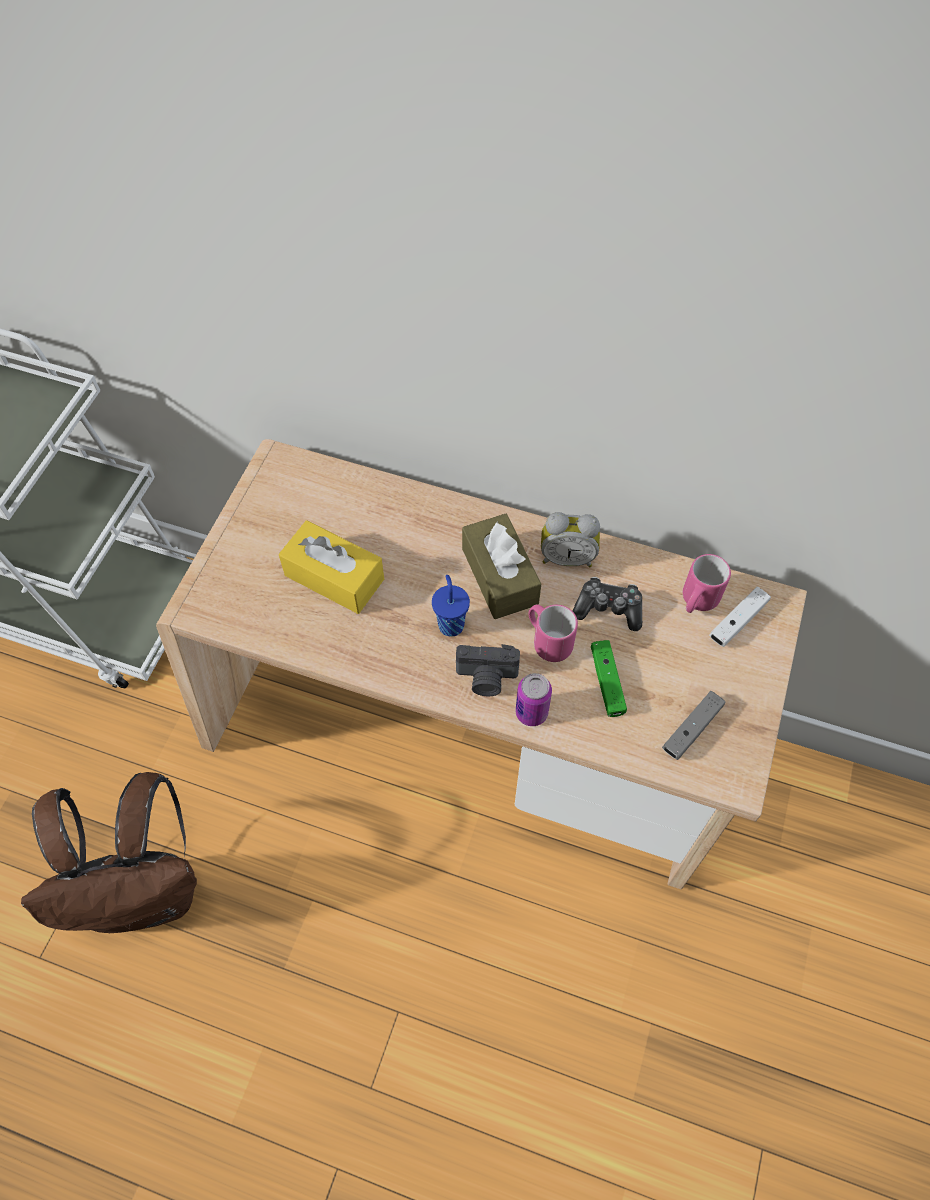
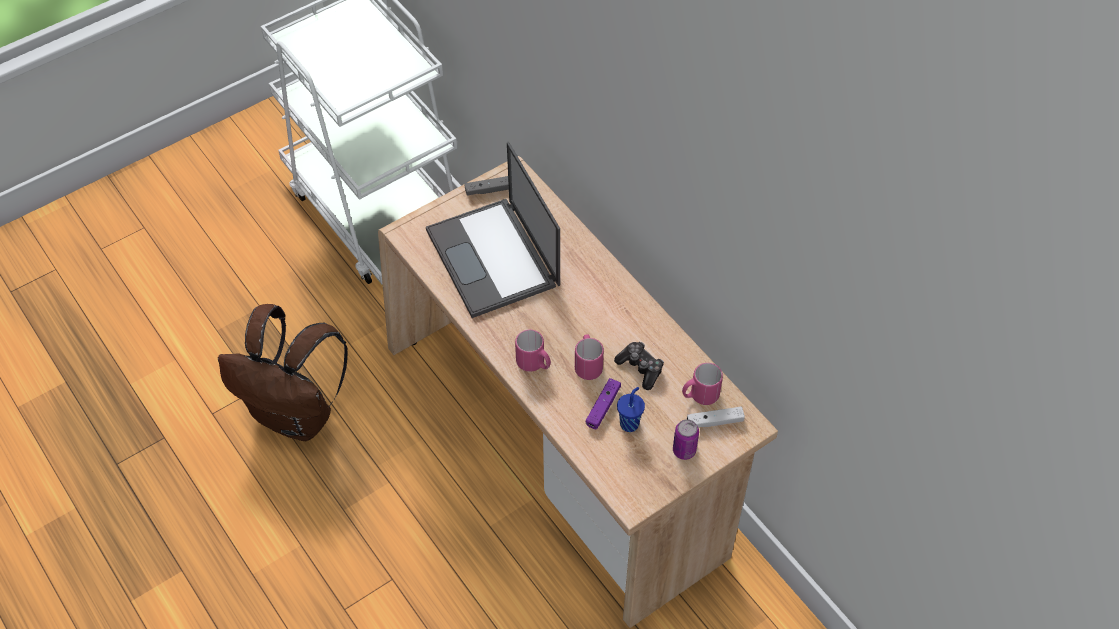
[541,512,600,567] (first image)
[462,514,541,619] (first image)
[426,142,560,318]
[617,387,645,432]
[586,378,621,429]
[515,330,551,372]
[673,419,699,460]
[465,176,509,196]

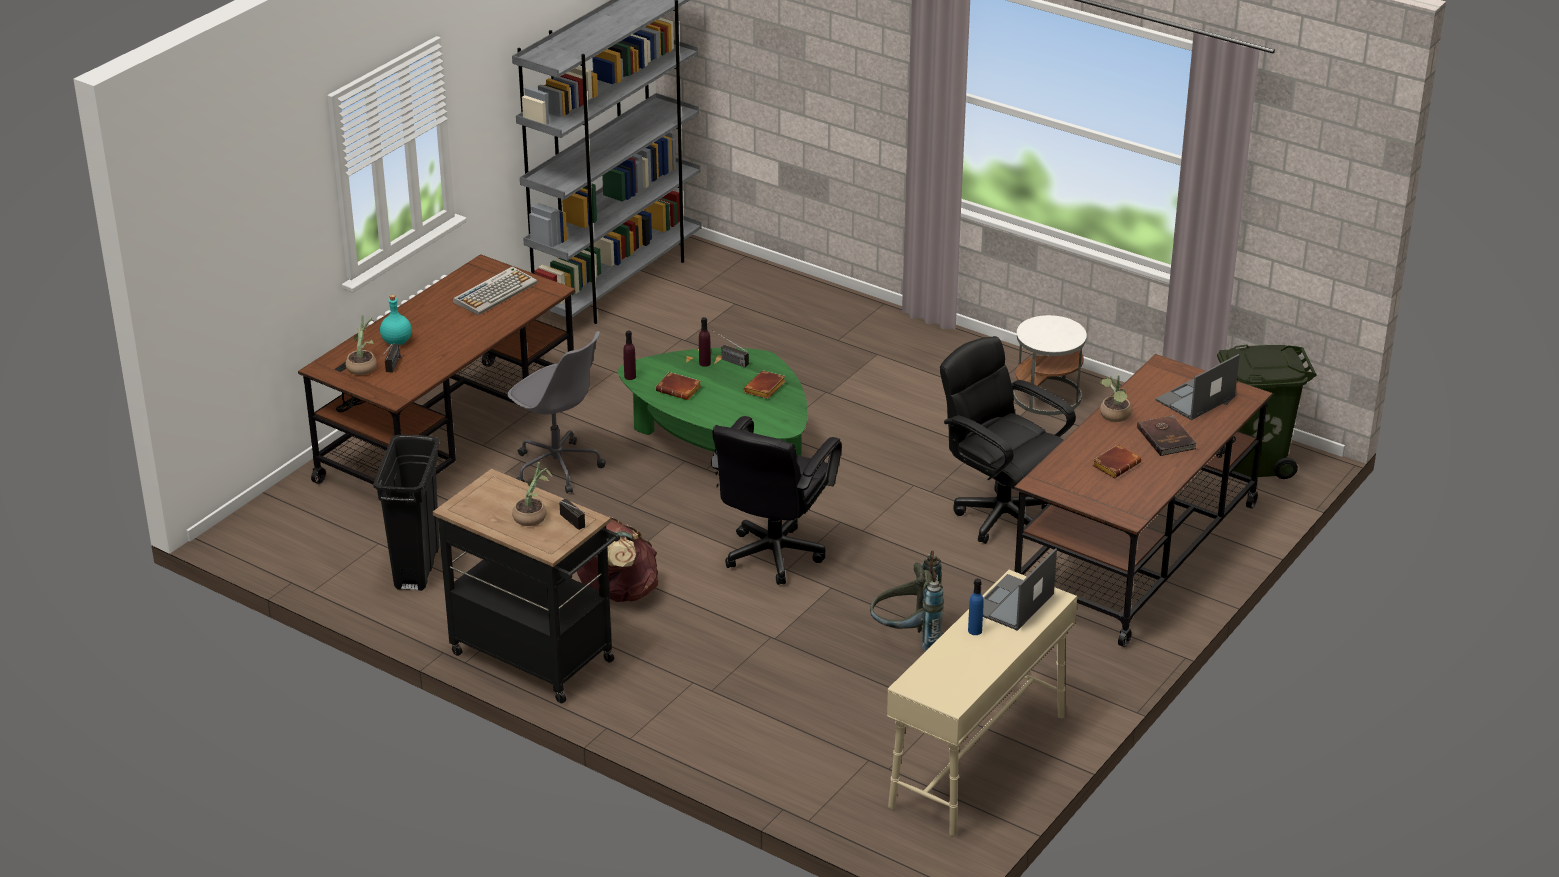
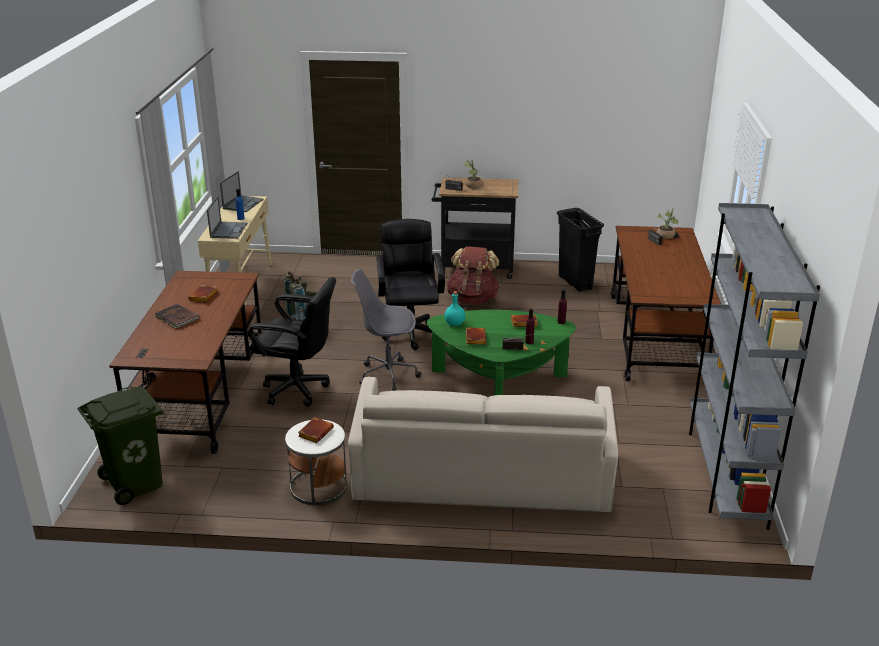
[453,267,537,315] (first image)
[445,291,465,326]
[351,269,421,391]
[220,171,264,212]
[1100,374,1132,422] (first image)
[348,377,618,512]
[298,417,334,443]

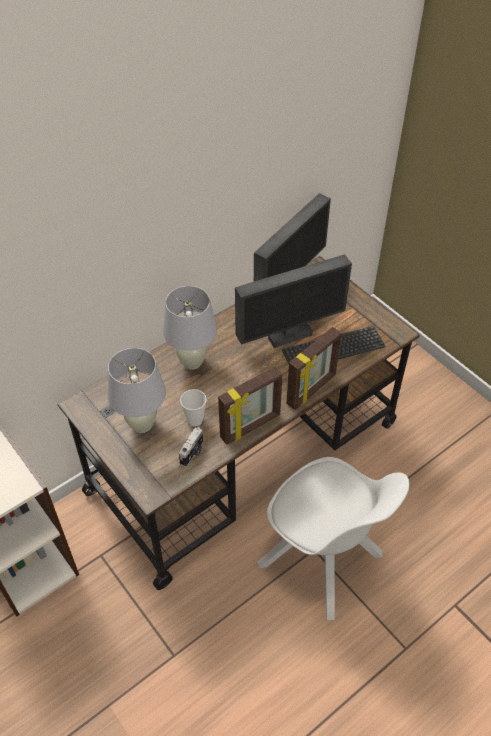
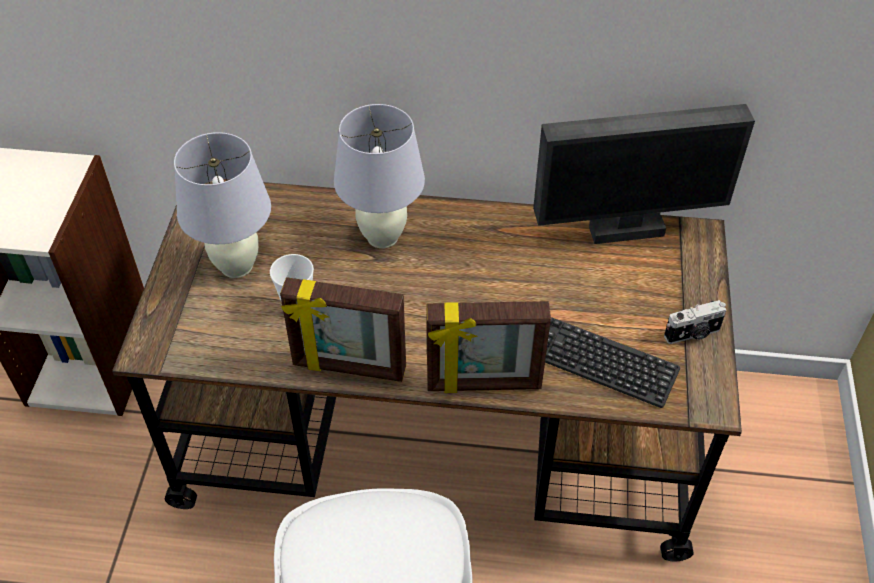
[235,254,352,348] (first image)
[664,300,726,344]

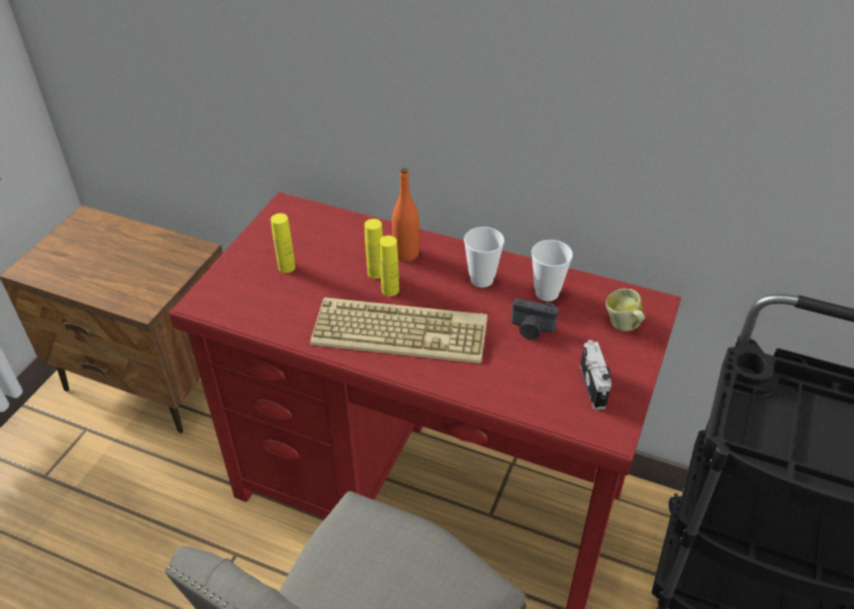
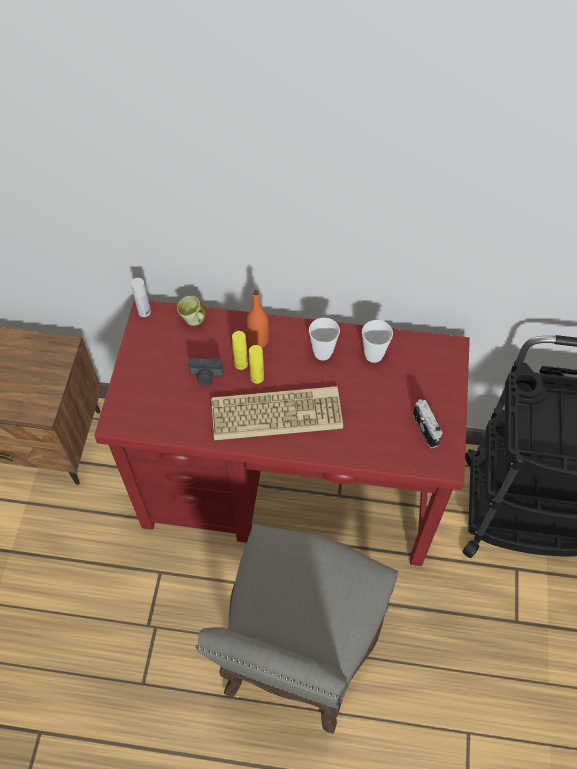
[271,213,296,273] (first image)
[177,296,206,326]
[188,357,223,386]
[131,278,151,317]

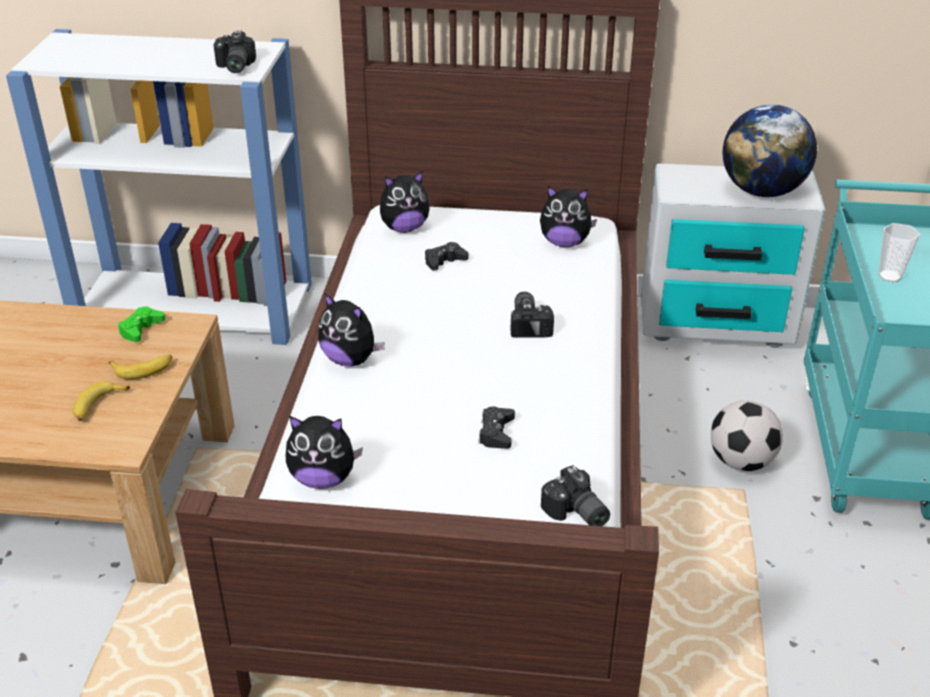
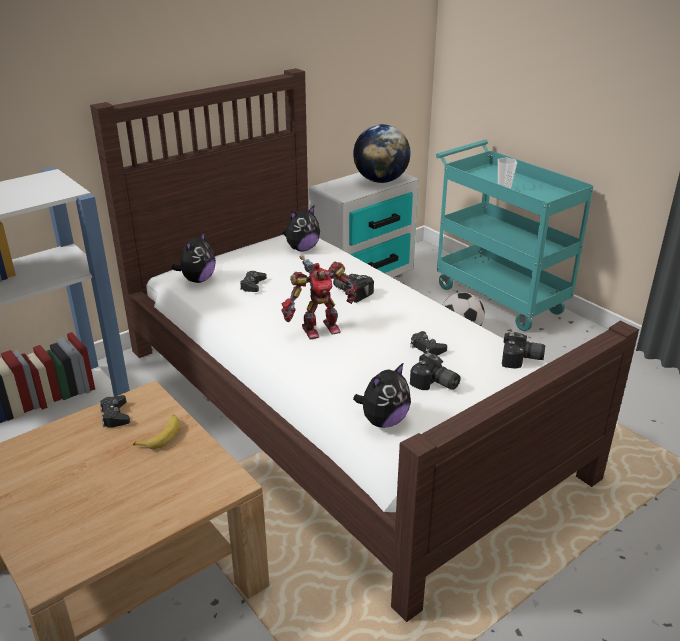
[410,352,461,390]
[318,293,385,366] (first image)
[100,395,130,428]
[73,381,130,421] (first image)
[281,256,357,340]

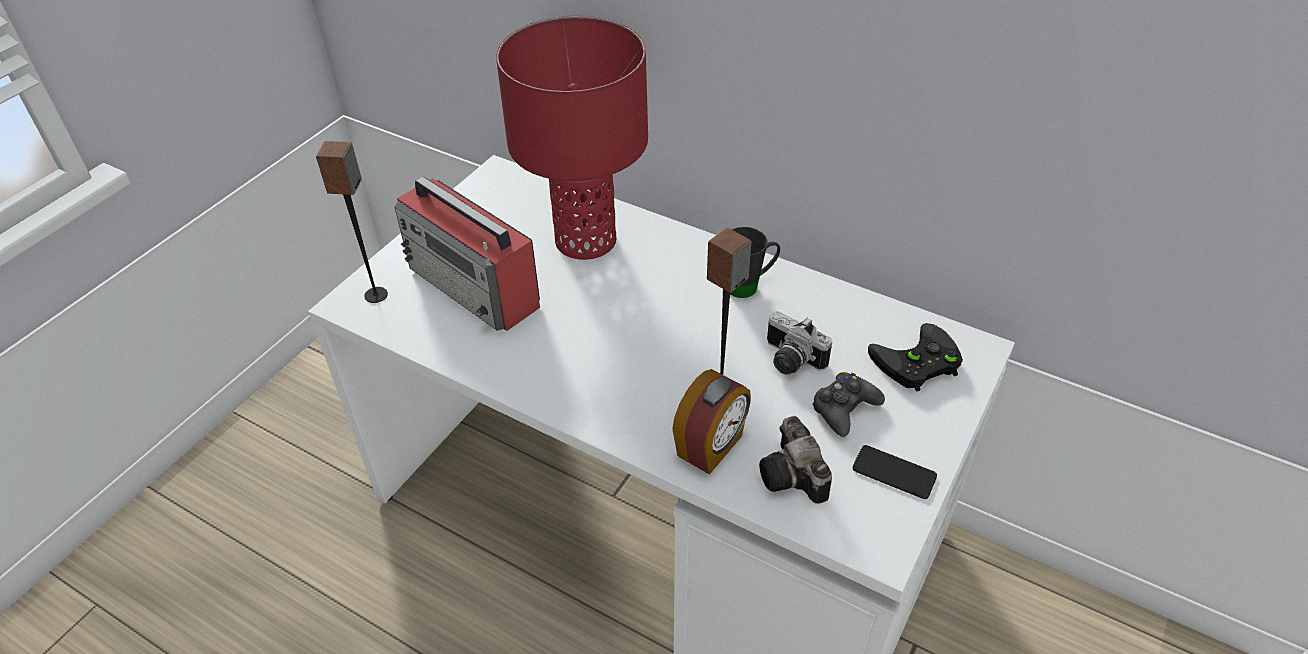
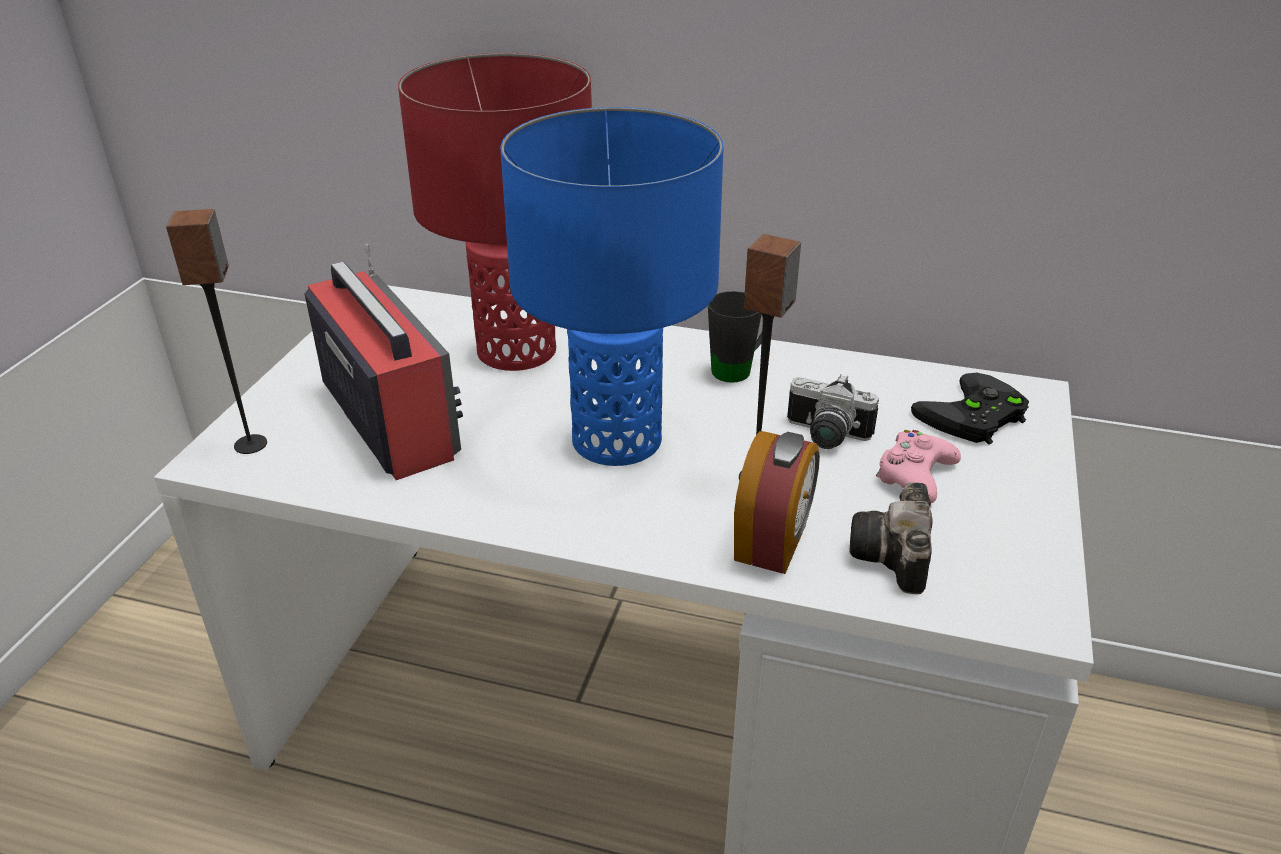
[304,244,463,480]
[876,430,961,503]
[849,483,933,594]
[853,445,937,499] (first image)
[500,107,724,466]

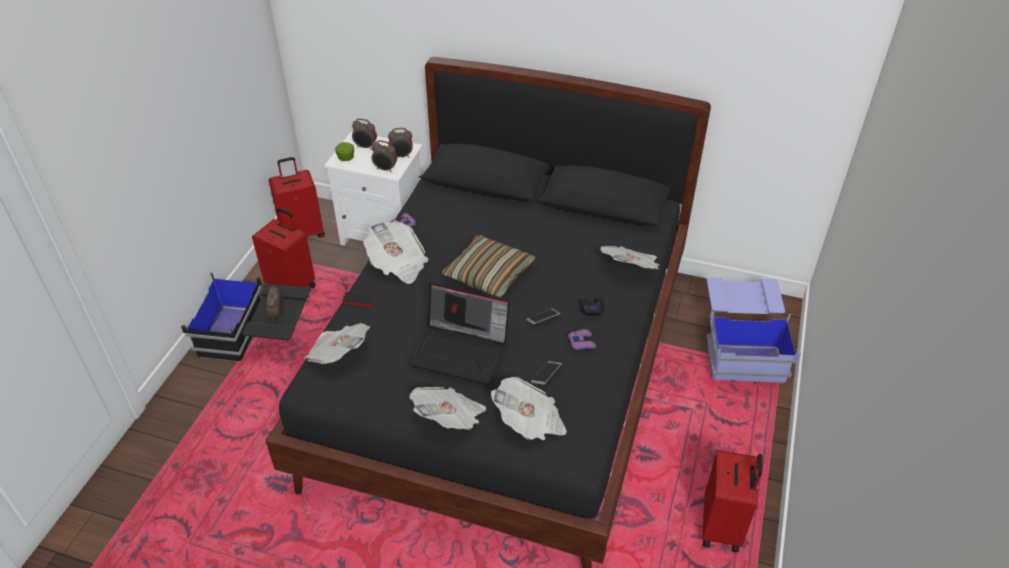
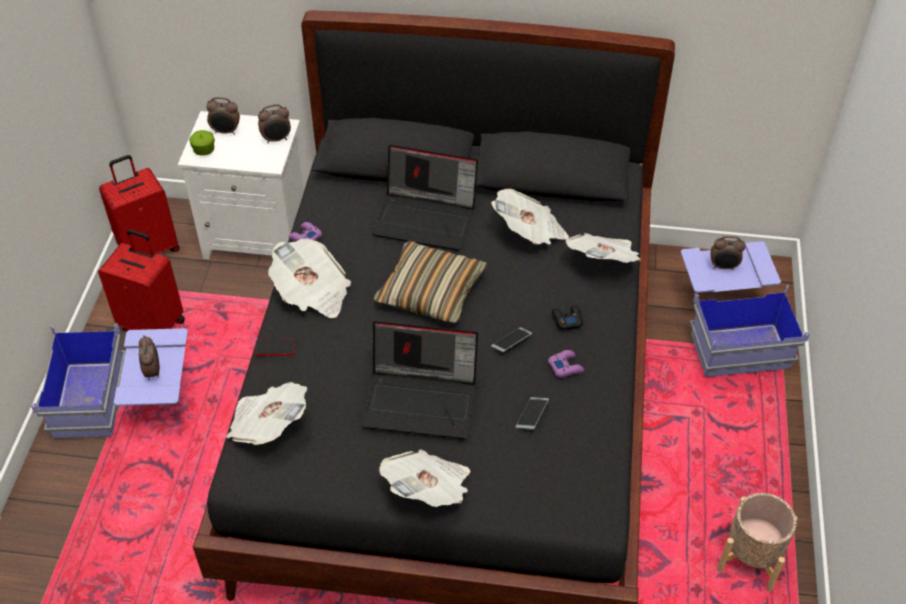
[711,236,746,270]
[31,323,188,439]
[491,189,569,245]
[717,493,797,591]
[372,145,478,251]

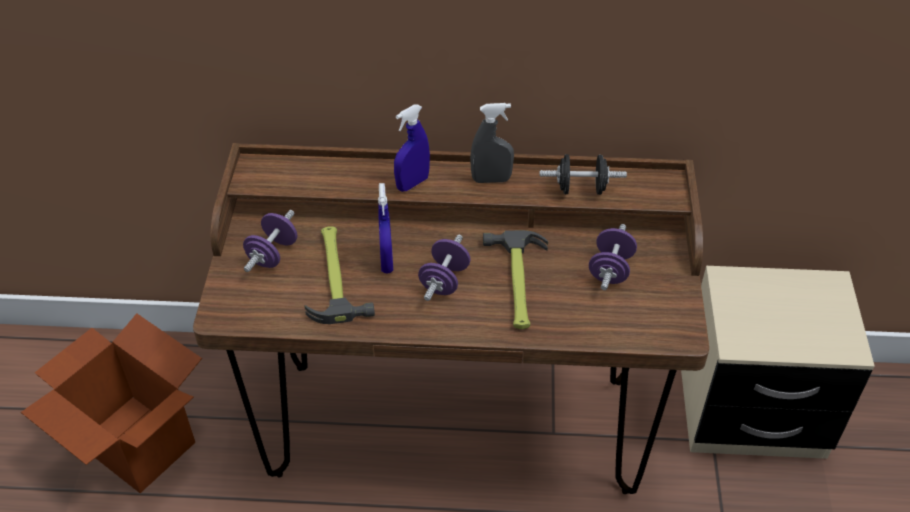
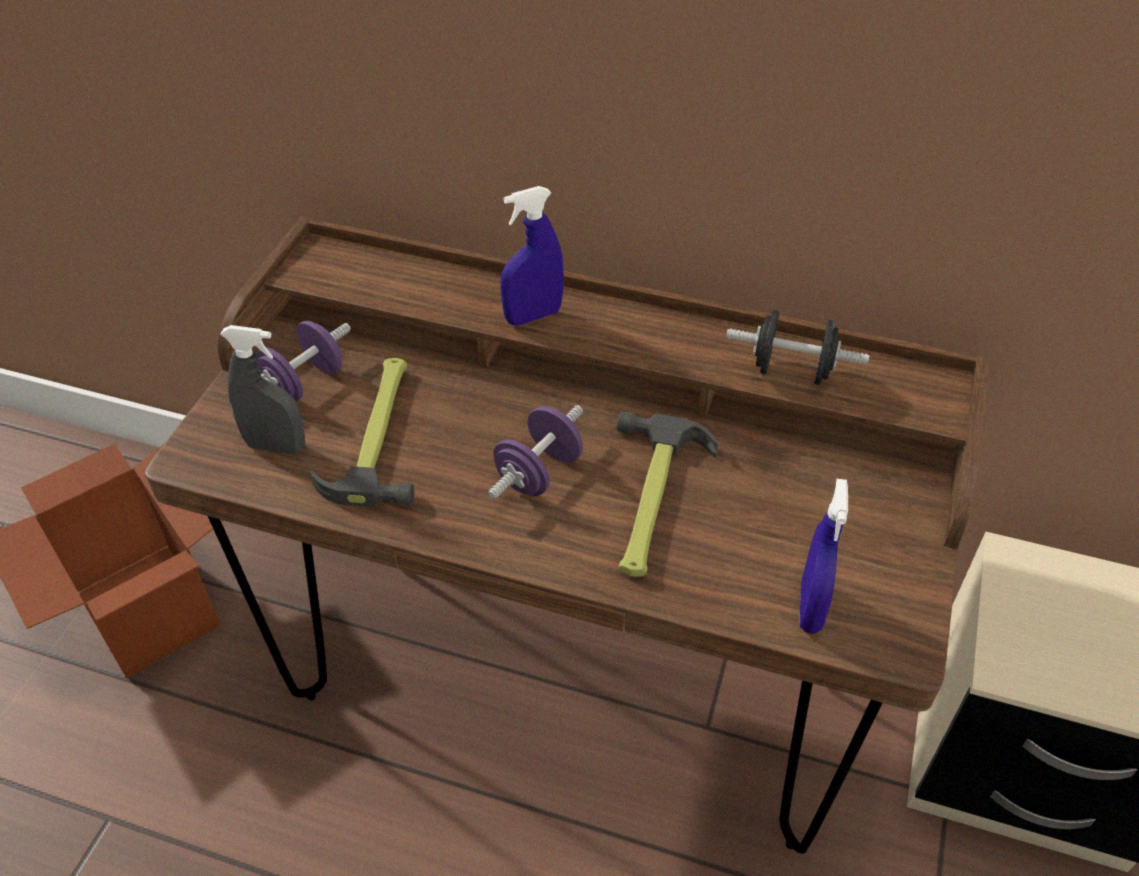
[220,325,305,454]
[799,479,848,634]
[589,224,637,290] (first image)

